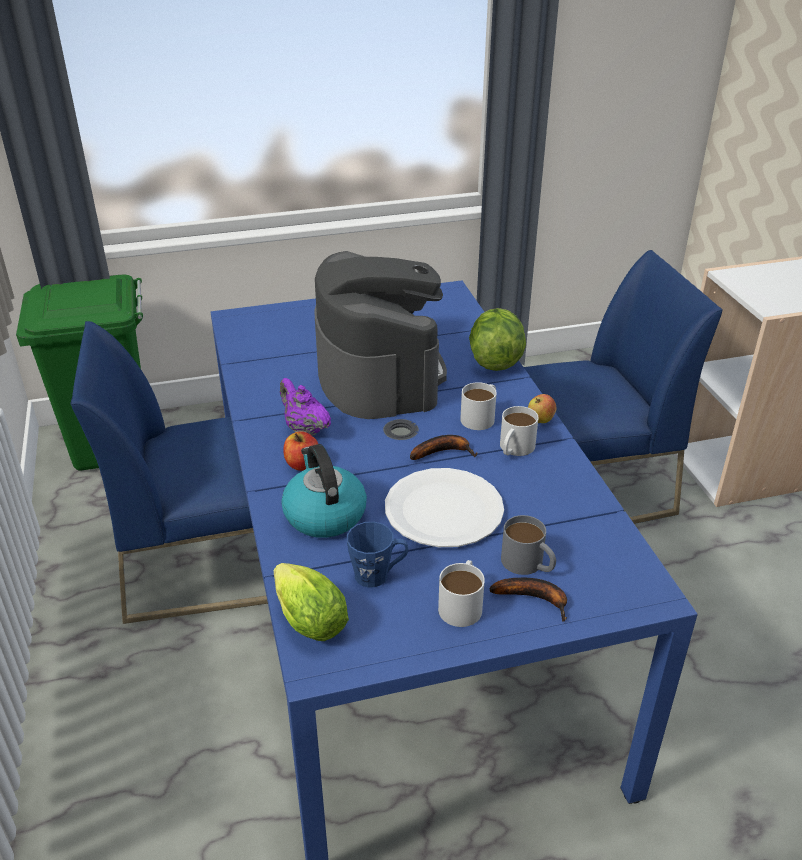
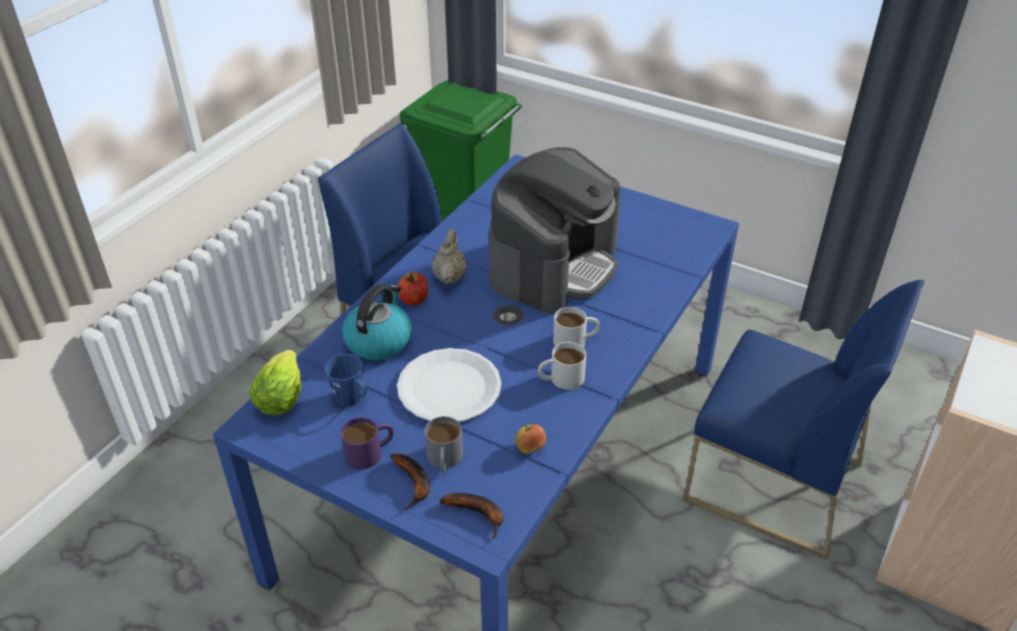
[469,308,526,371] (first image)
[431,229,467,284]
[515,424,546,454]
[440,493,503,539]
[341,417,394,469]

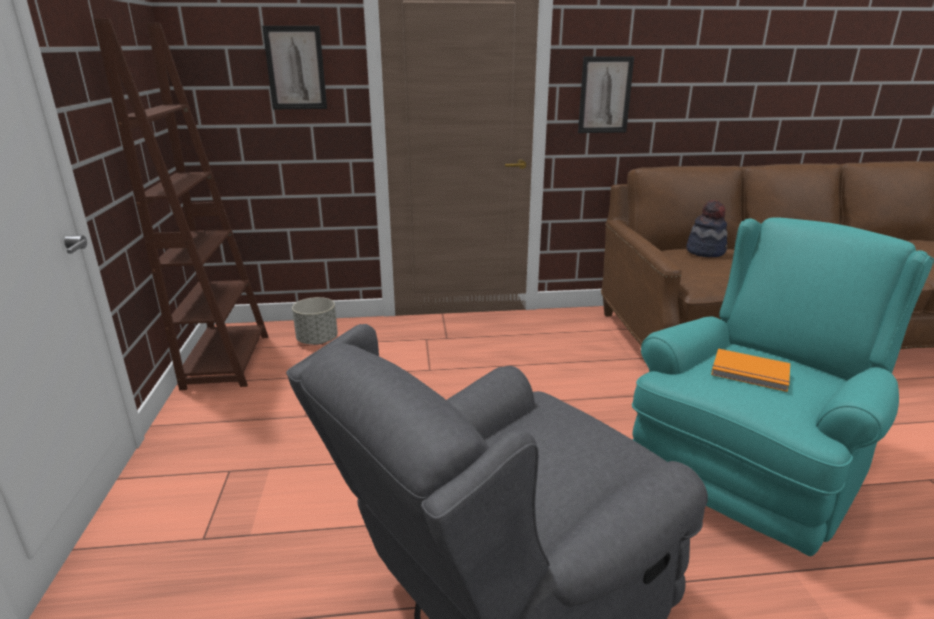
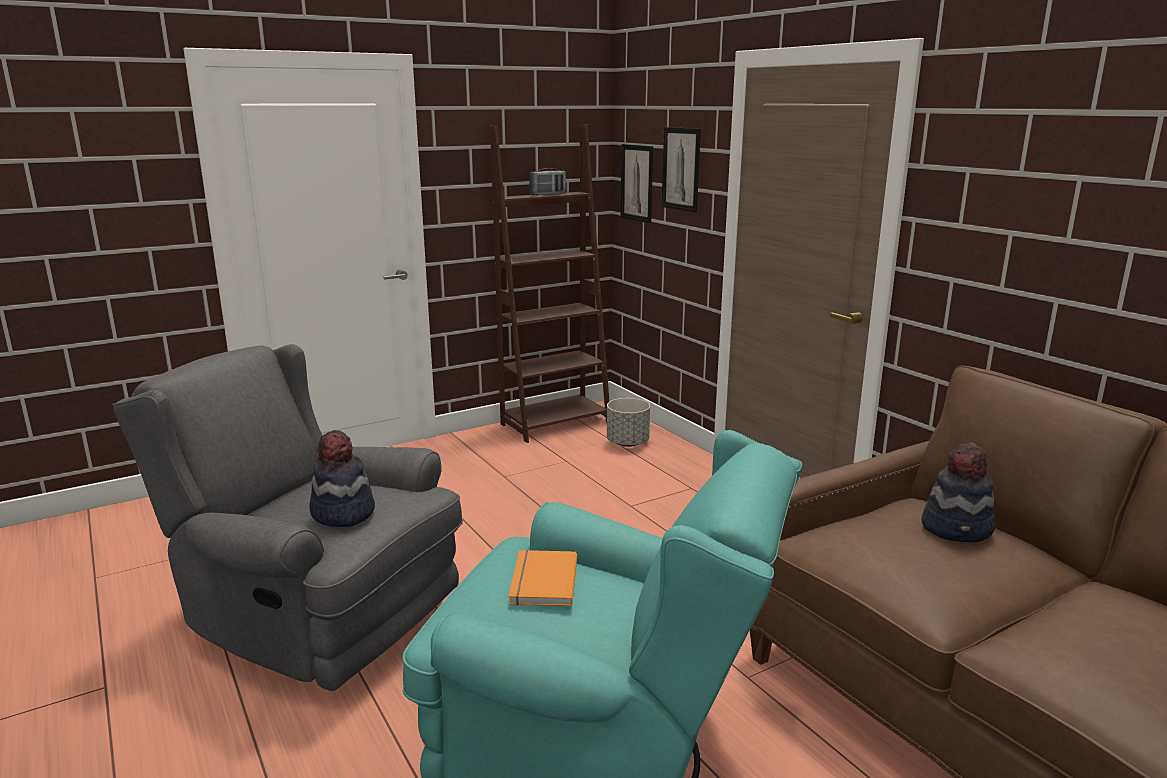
[621,144,653,223]
[529,168,566,195]
[309,430,375,527]

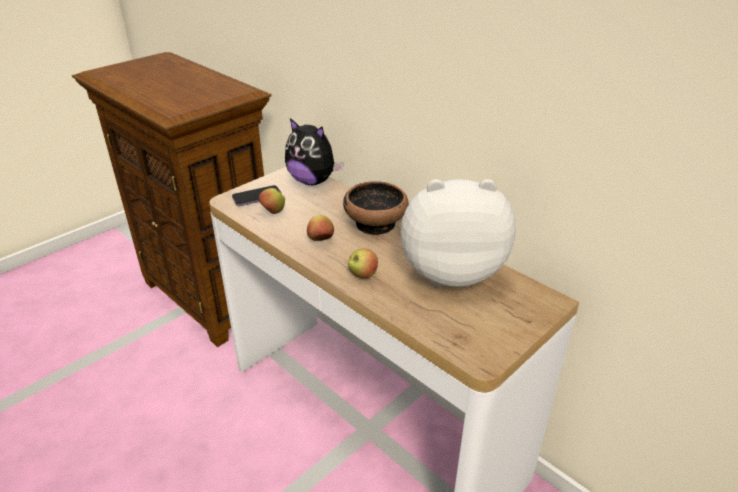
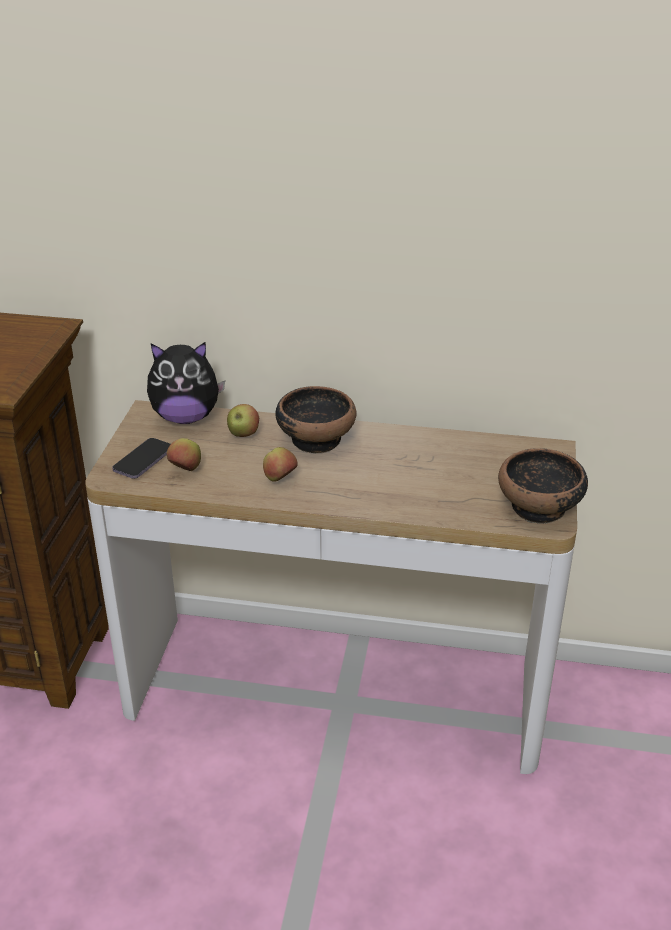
[401,179,516,287] (first image)
[227,404,259,437]
[498,448,588,524]

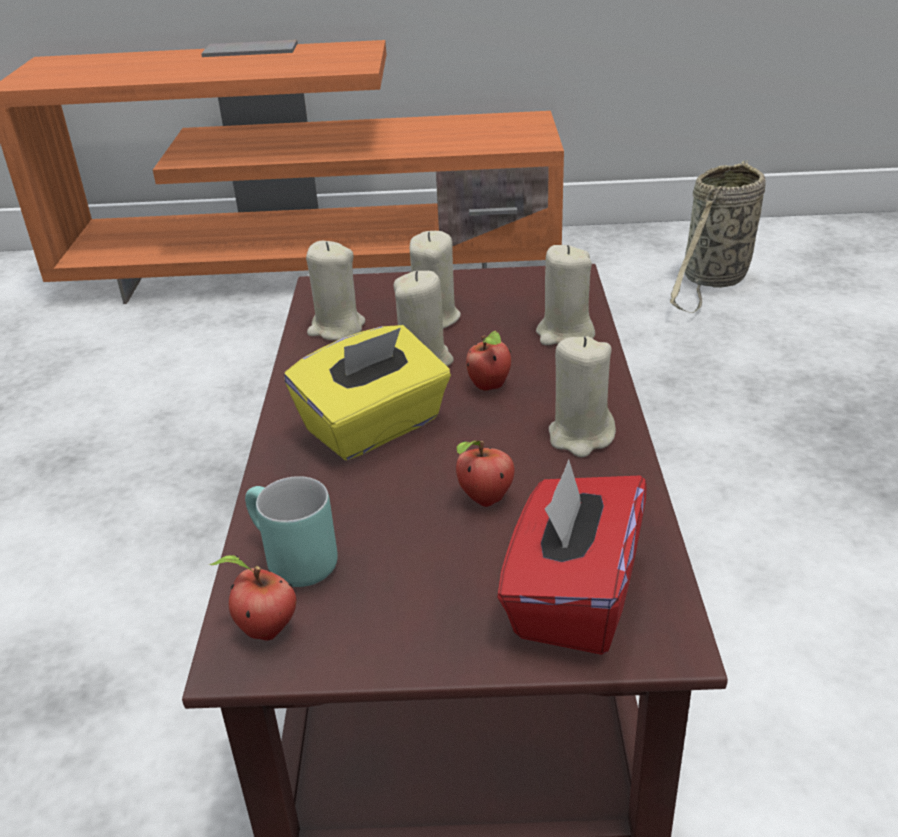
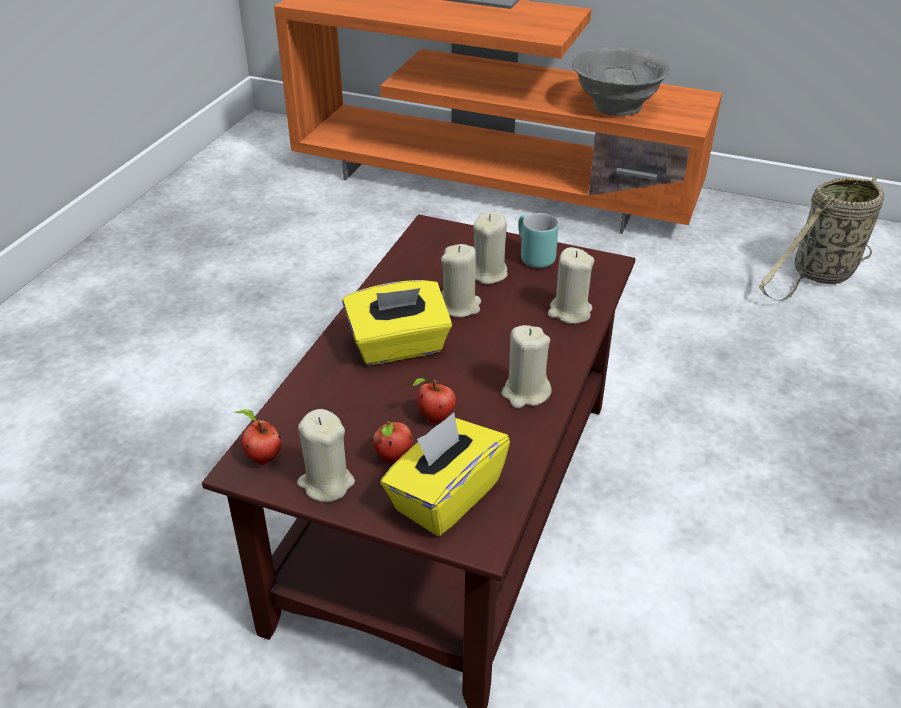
[297,409,355,502]
[372,421,413,463]
[380,412,510,536]
[518,213,559,268]
[572,47,670,116]

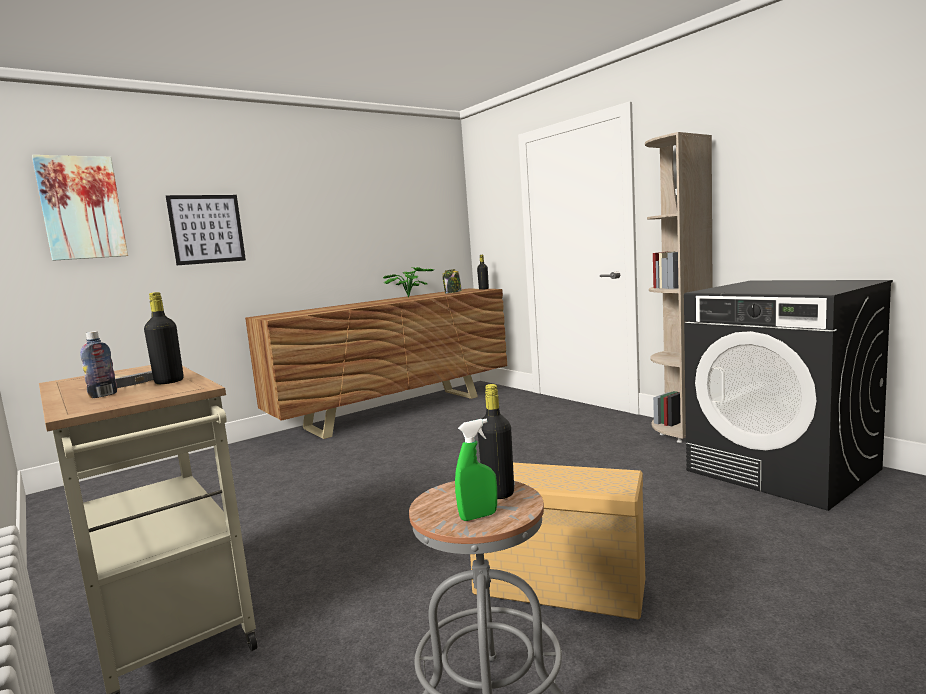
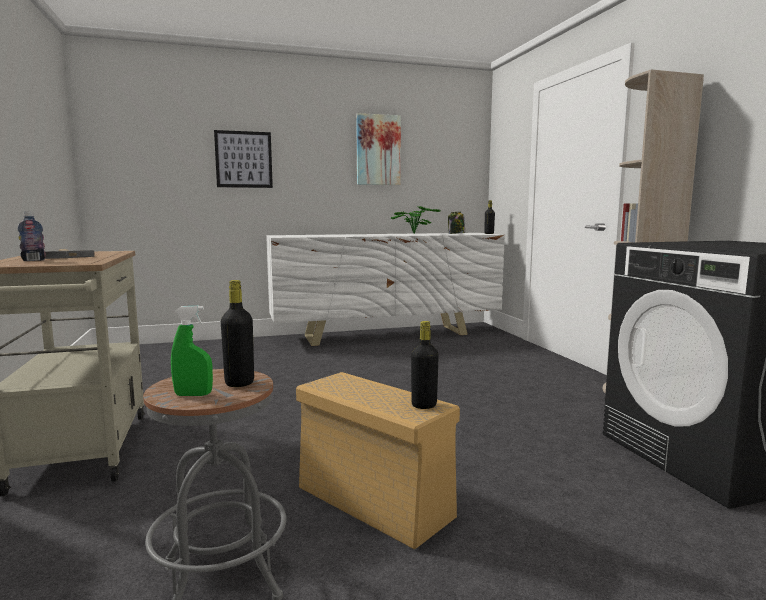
[356,113,401,185]
[266,233,505,346]
[411,321,439,409]

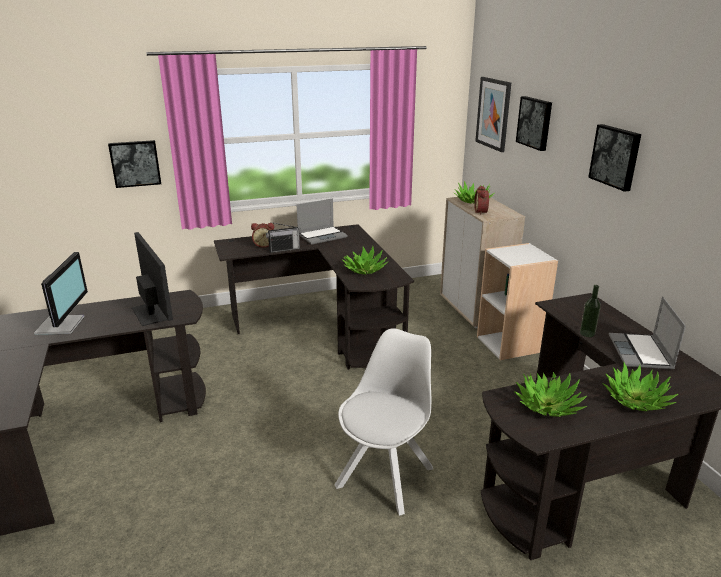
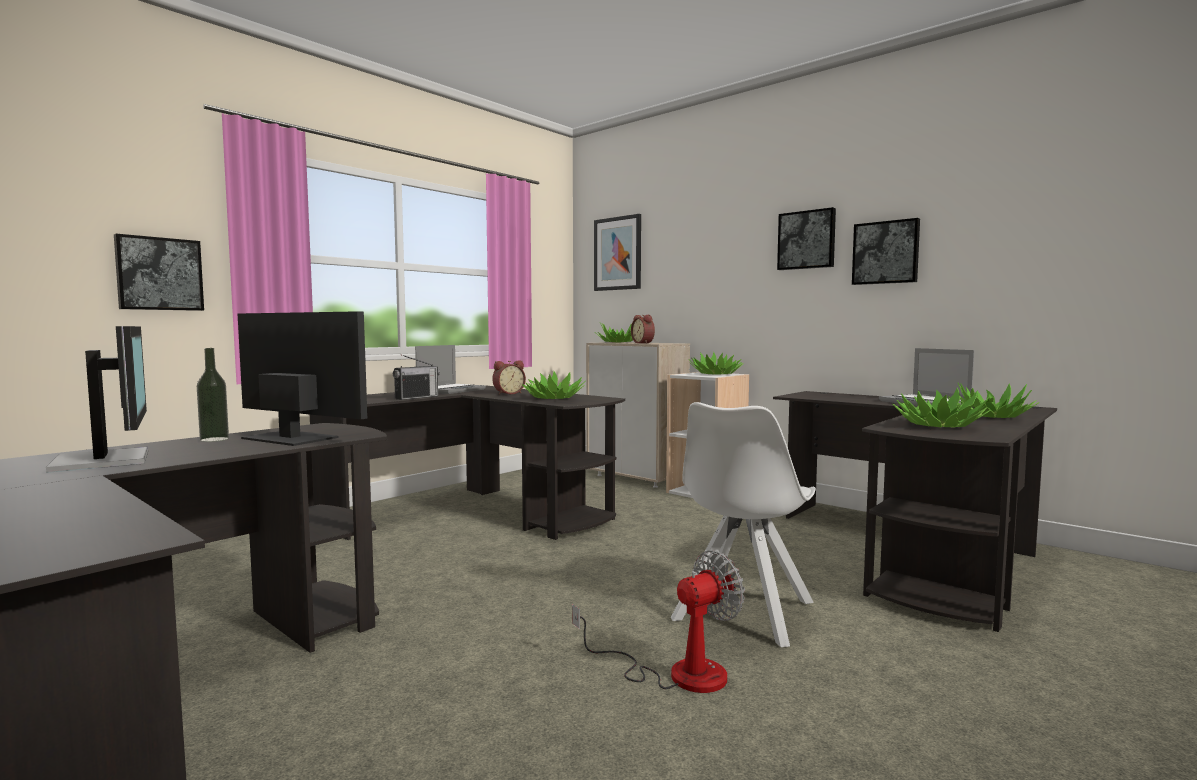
[852,218,920,285]
[492,360,526,395]
[197,348,229,442]
[671,402,816,647]
[690,352,744,375]
[572,550,745,693]

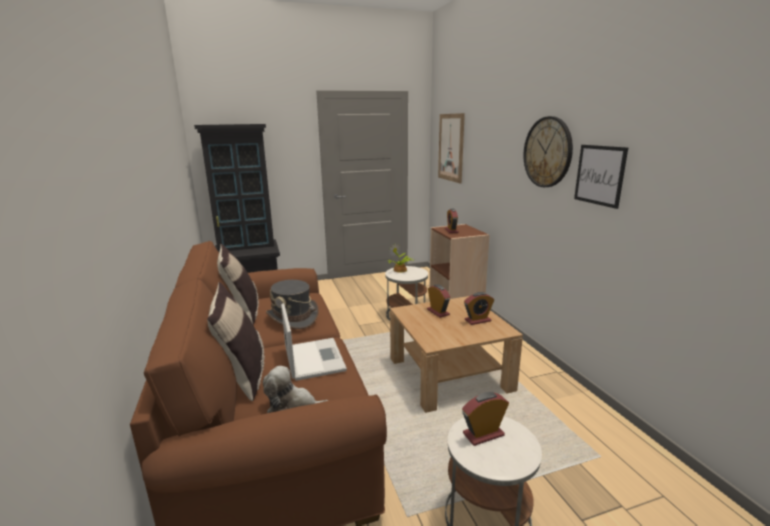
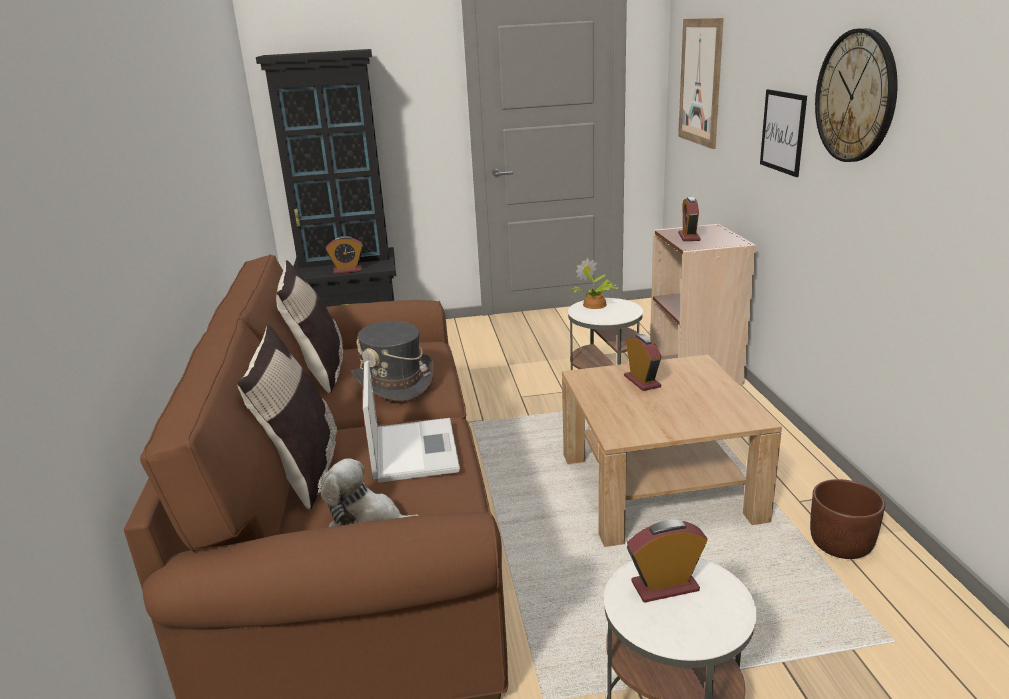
[760,89,807,177]
[326,236,363,274]
[810,479,885,559]

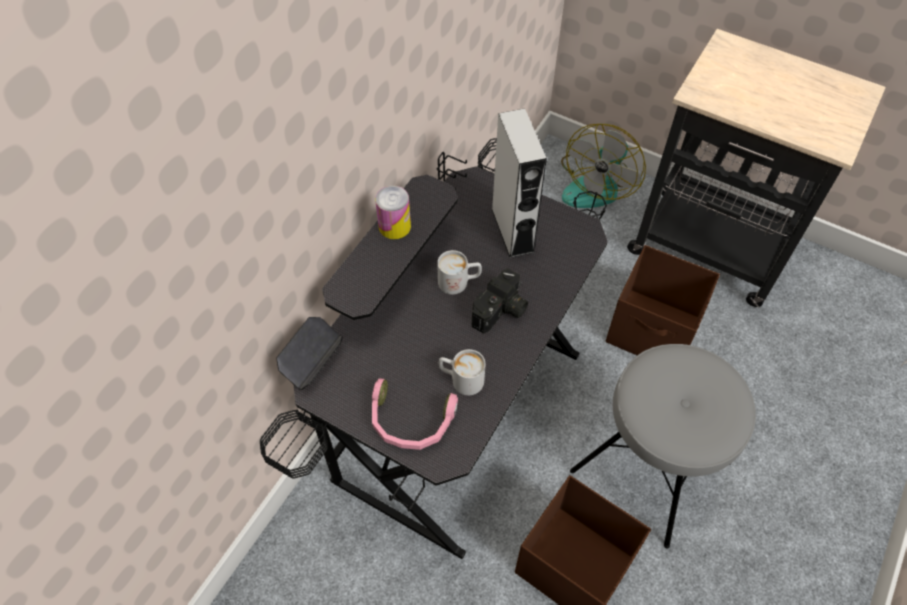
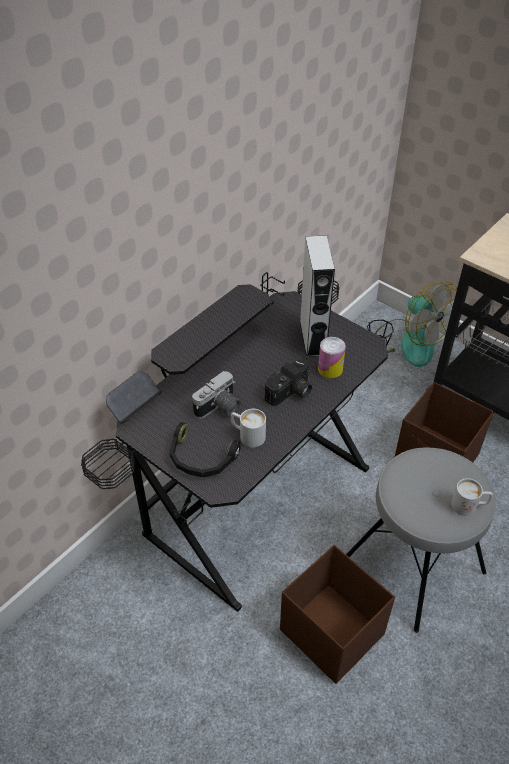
[375,281,457,367]
[318,337,346,378]
[451,478,493,516]
[170,422,241,478]
[192,371,241,419]

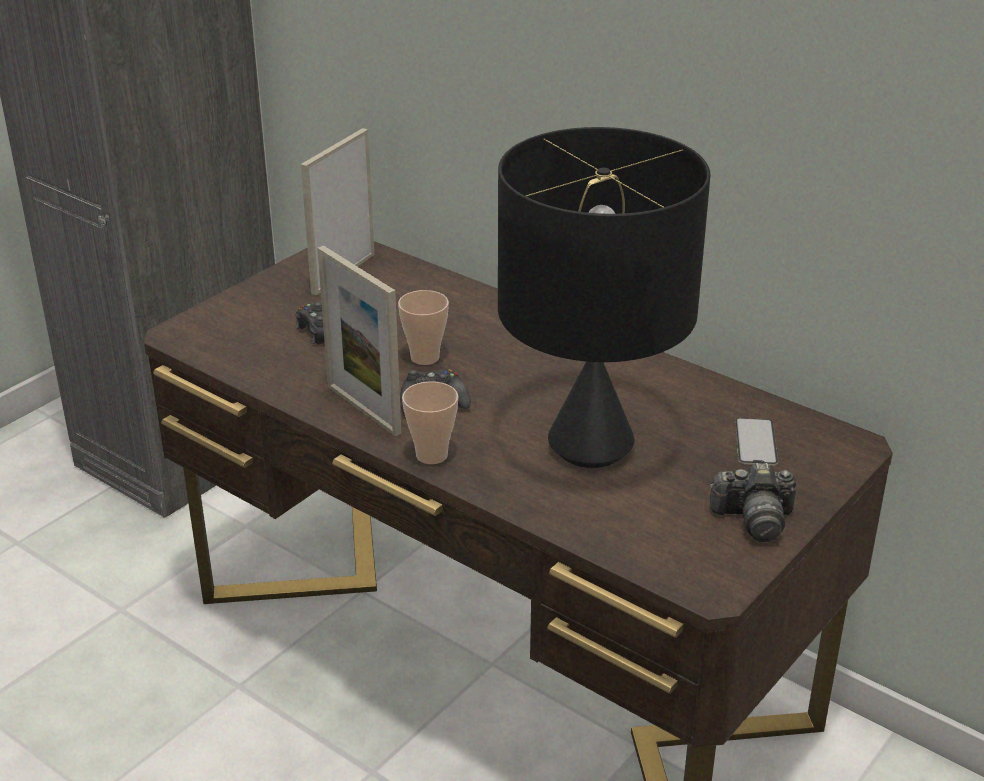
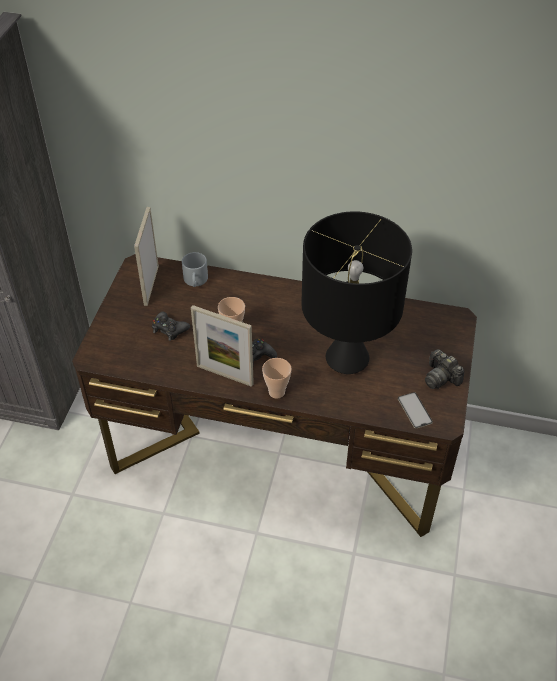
[398,392,433,429]
[425,349,464,389]
[182,252,208,287]

